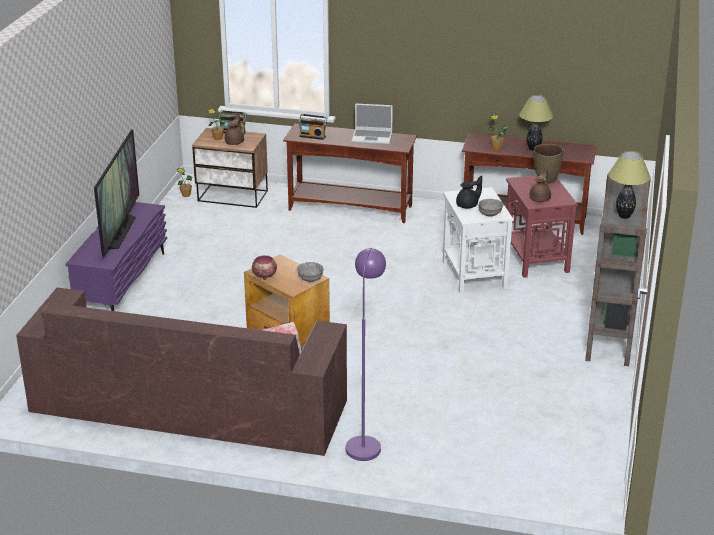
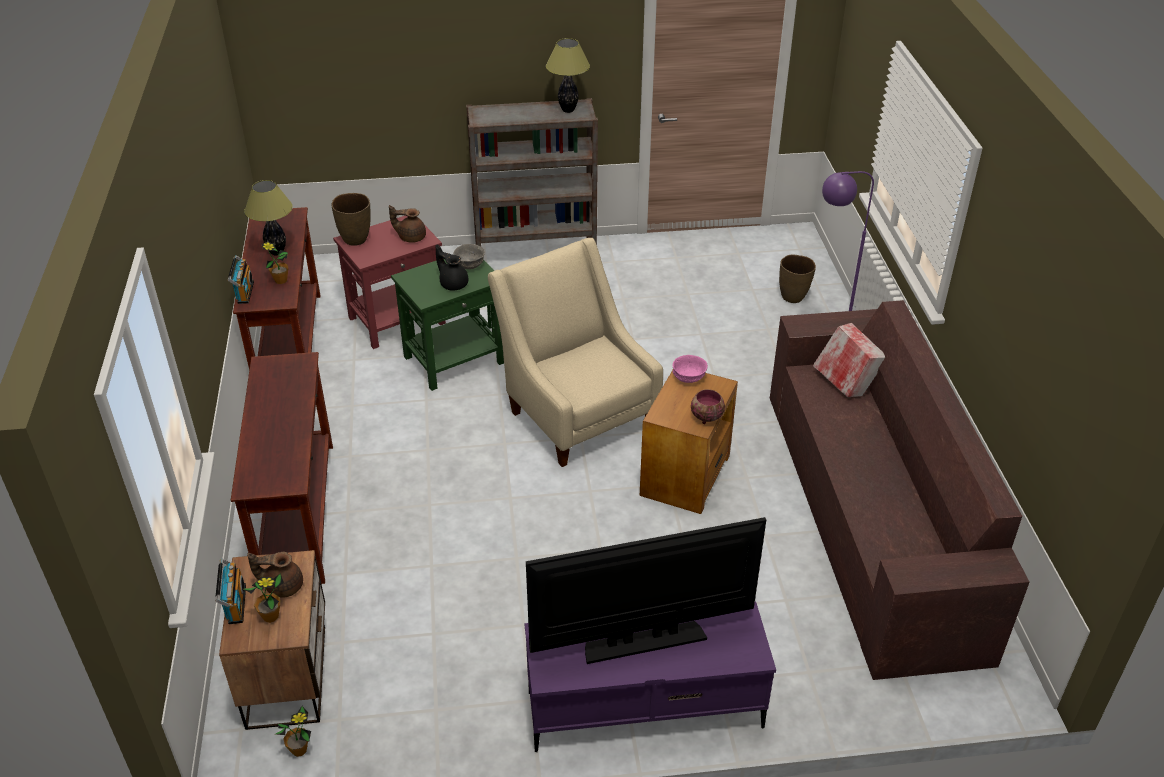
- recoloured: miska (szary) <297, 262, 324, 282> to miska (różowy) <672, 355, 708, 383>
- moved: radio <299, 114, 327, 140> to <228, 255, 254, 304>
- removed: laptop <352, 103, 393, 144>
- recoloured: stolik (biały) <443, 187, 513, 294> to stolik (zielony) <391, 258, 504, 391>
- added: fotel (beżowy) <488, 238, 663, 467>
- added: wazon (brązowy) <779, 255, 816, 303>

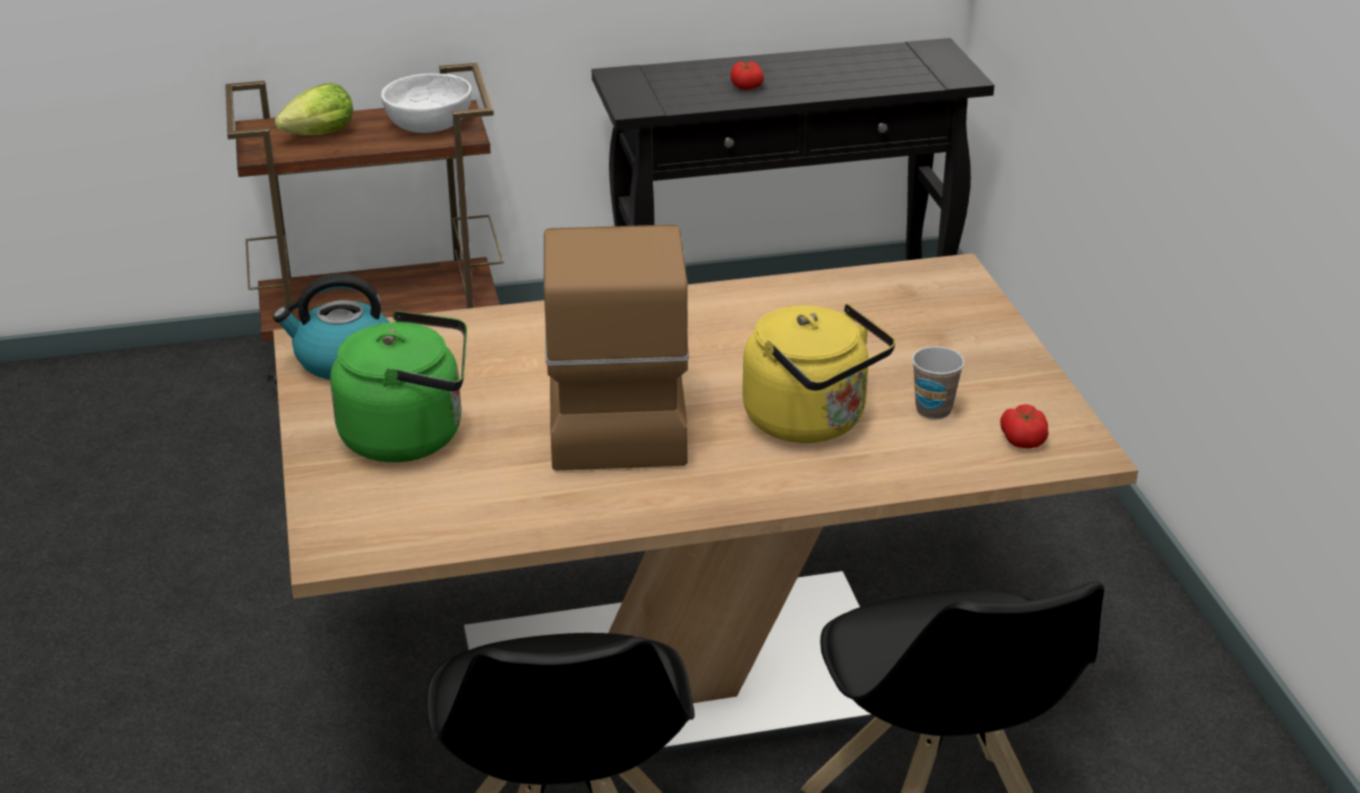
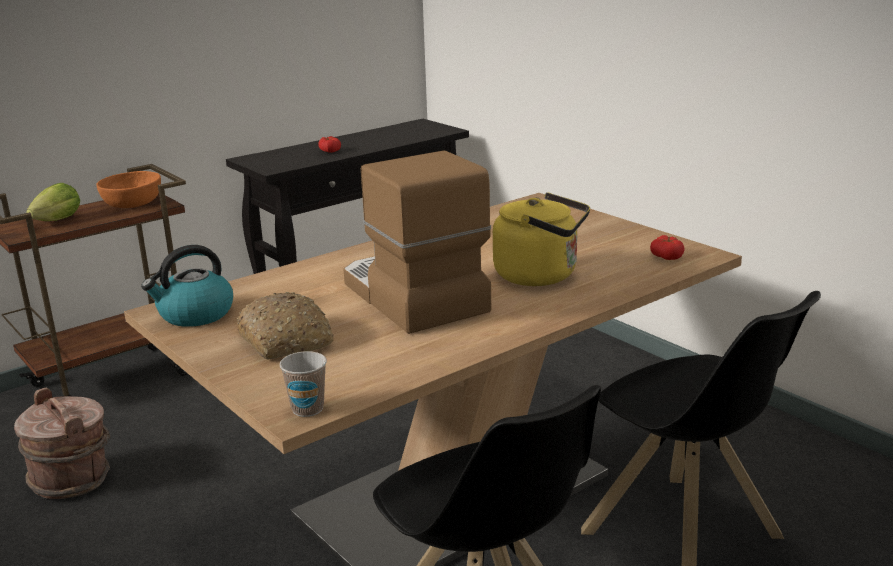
- replaced: czajnik (zielony) <330, 310, 467, 462> to chleb <237, 292, 333, 360>
- recoloured: miska (biały) <381, 73, 472, 133> to miska (pomarańczowy) <96, 171, 161, 208>
- moved: filiżanka <912, 347, 964, 419> to <280, 351, 327, 417>
- added: wiadro (brązowy) <14, 387, 110, 499>

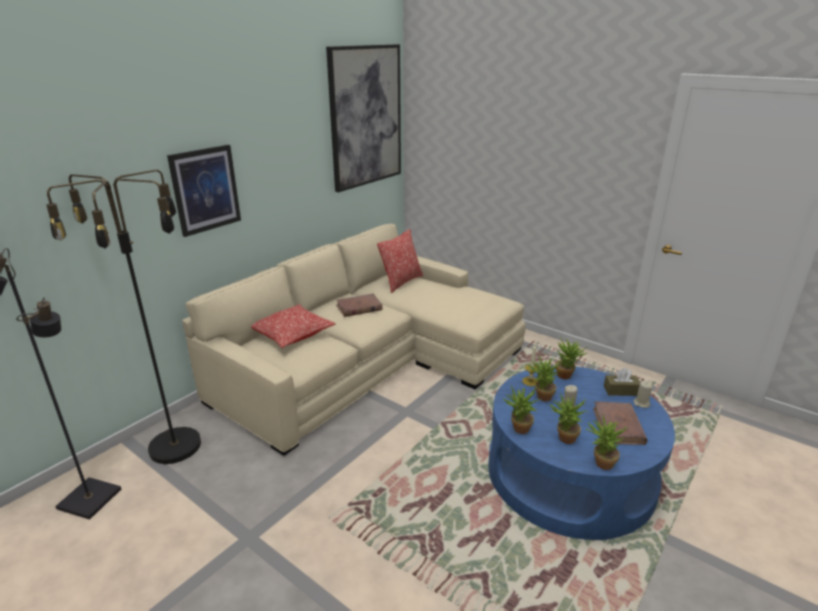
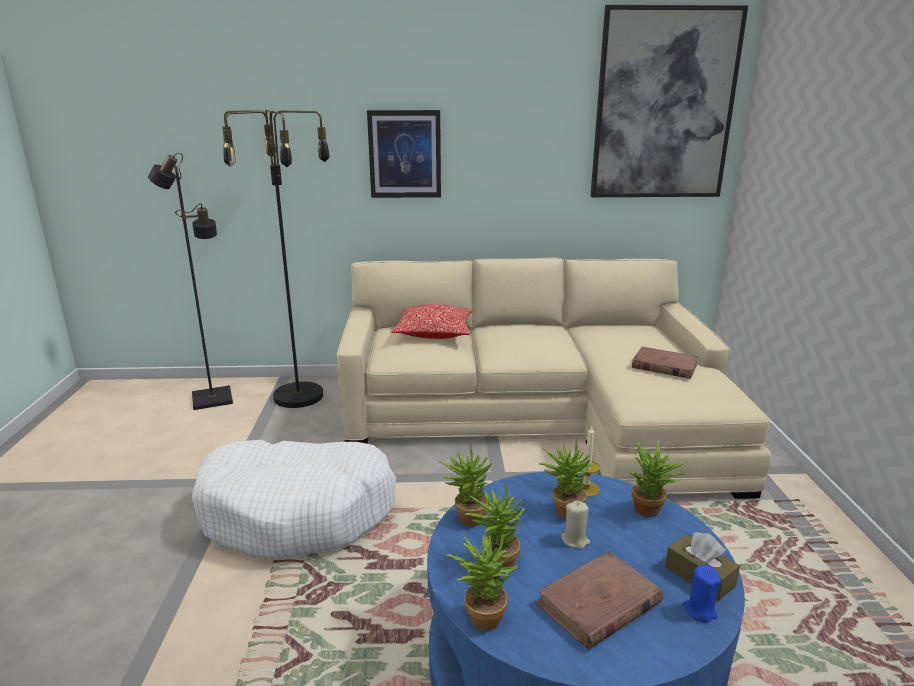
- moved: książka (brązowy) <336, 294, 383, 317> to <632, 347, 698, 379>
- removed: poduszka <377, 229, 423, 293>
- recoloured: świeca (beżowy) <634, 381, 652, 408> to świeca (niebieski) <682, 565, 721, 622>
- added: legowisko (biały) <192, 440, 396, 558>

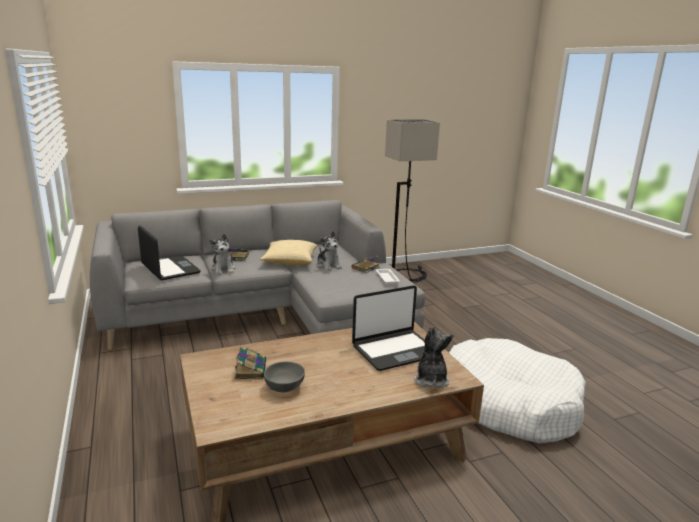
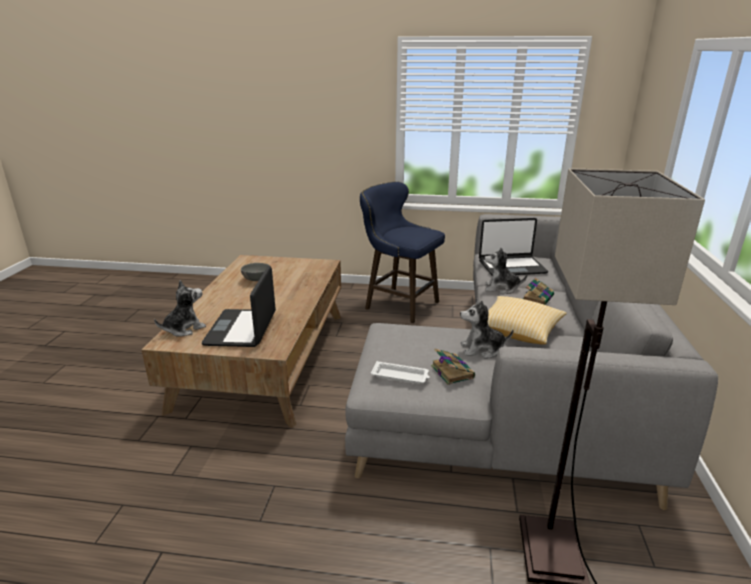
- removed: książka <234, 346, 266, 379>
- turned: pluszak <413, 326, 454, 388> = <154, 280, 206, 337> 75 degrees counterclockwise
- removed: legowisko (biały) <449, 338, 586, 444>
- added: stołek (niebieski) <360, 182, 445, 323>

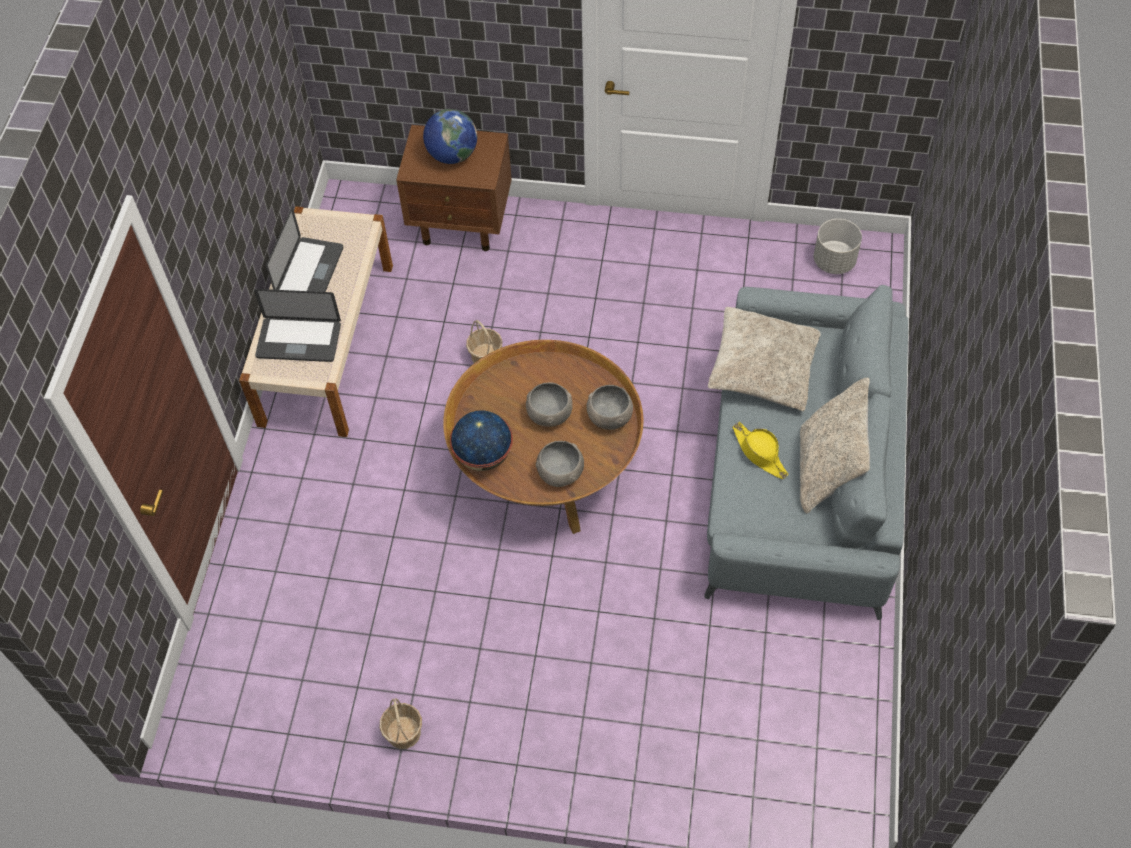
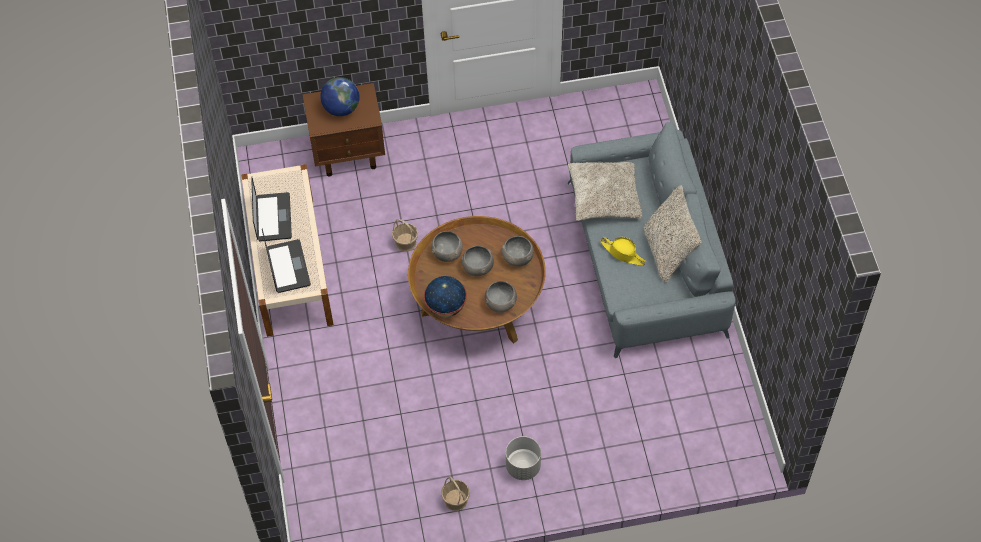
- turned: laptop <254, 289, 341, 362> = <262, 229, 311, 293> 90 degrees counterclockwise
- moved: donica (szary) <814, 219, 862, 274> to <506, 436, 541, 480>
- added: miska (szary) <431, 231, 463, 262>

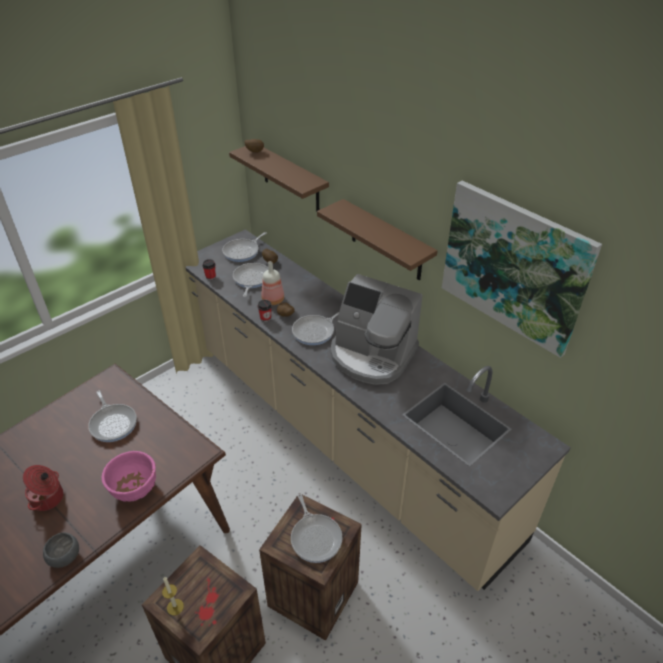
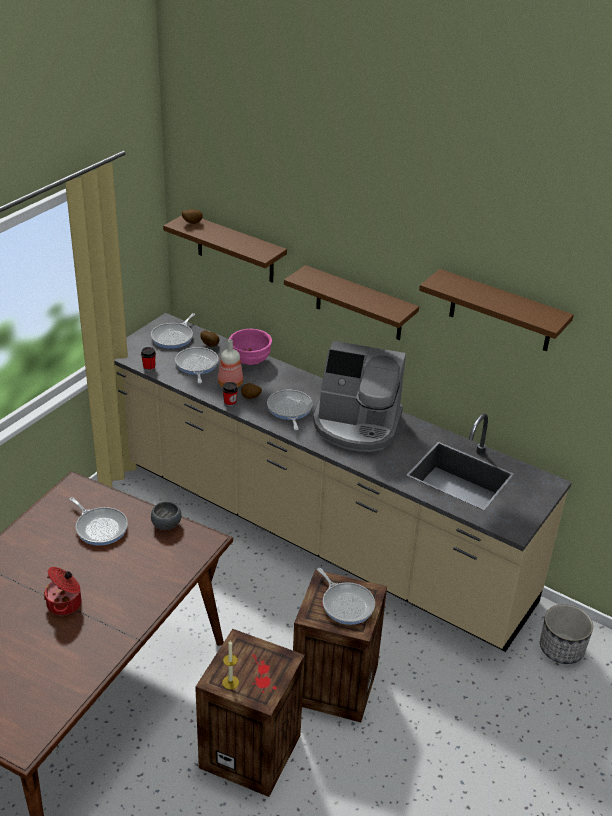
- moved: miska (szary) <43, 533, 79, 568> to <151, 502, 182, 530>
- moved: miska (różowy) <102, 451, 156, 502> to <229, 329, 272, 365>
- turned: patelnia <292, 312, 339, 345> = <267, 390, 313, 430> 135 degrees clockwise
- replaced: obraz <442, 180, 602, 358> to półka (brązowy) <419, 269, 574, 351>
- added: donica <540, 604, 593, 664>

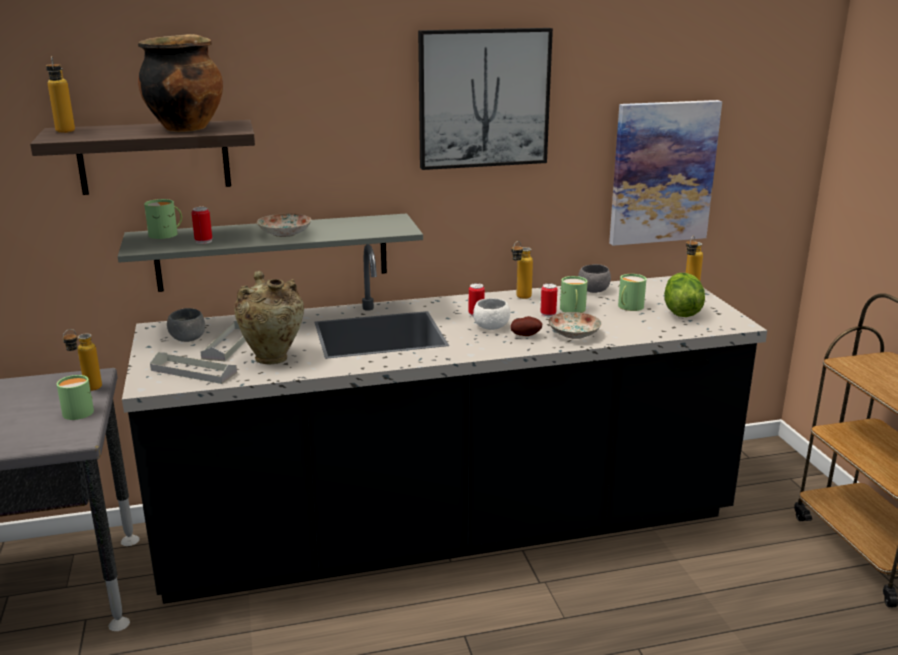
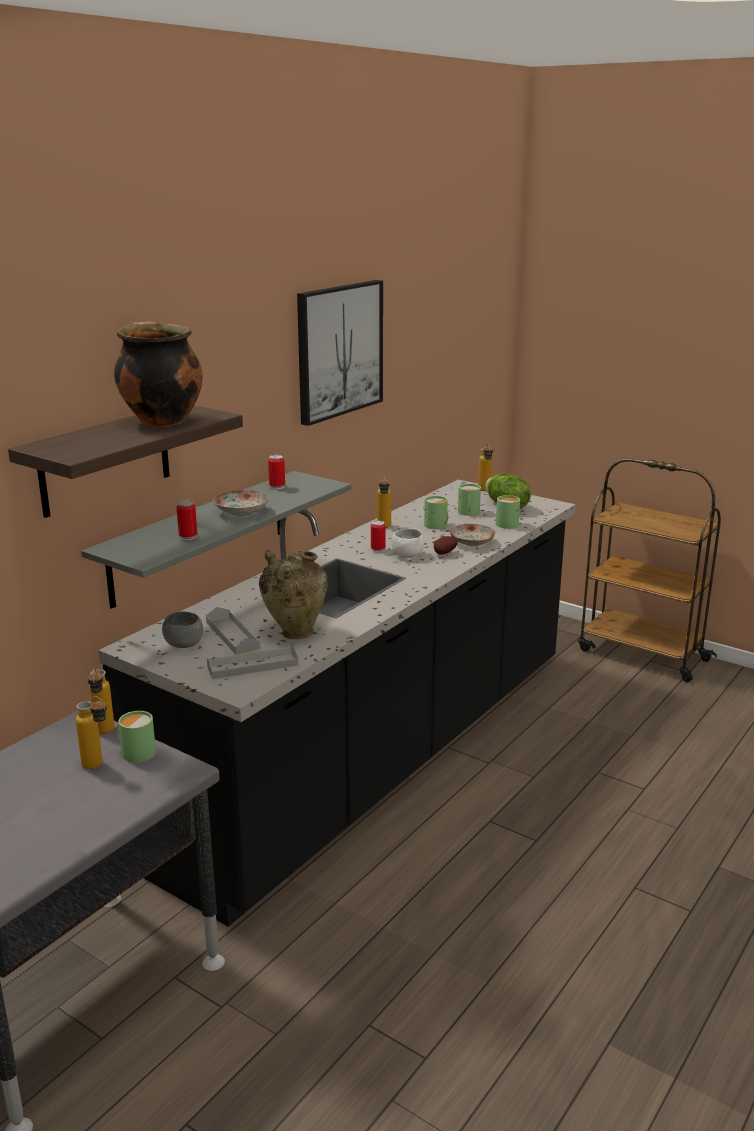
- moved: butelka <46, 56, 75, 133> to <76, 696, 107, 769>
- moved: kubek (zielony) <144, 199, 182, 239> to <496, 495, 520, 529>
- moved: puszka <540, 283, 557, 317> to <268, 455, 285, 489>
- removed: miska (szary) <578, 264, 611, 293>
- removed: obraz <609, 100, 722, 246>

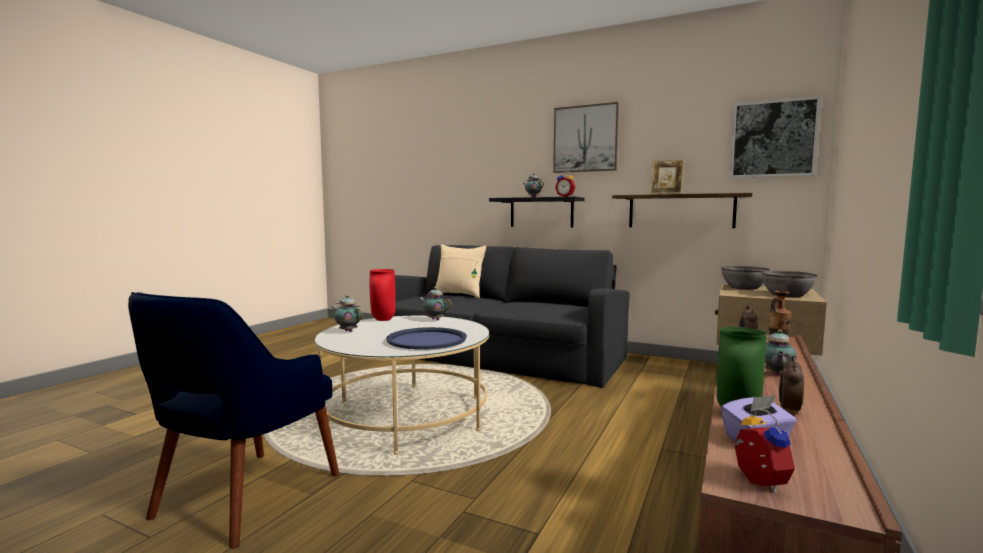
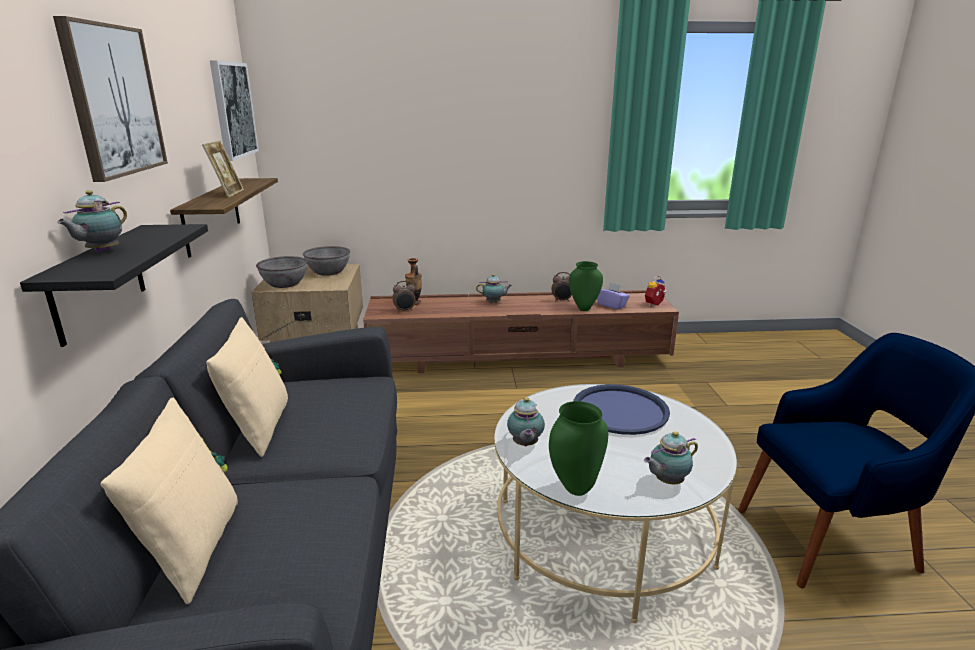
- turned: imbryk <332, 295, 363, 332> = <644, 431, 698, 484> 60 degrees clockwise
- recoloured: wazon (czerwony) <369, 269, 395, 321> to wazon (zielony) <549, 401, 608, 496>
- removed: budzik <555, 171, 576, 197>
- added: poduszka (beżowy) <206, 317, 288, 457>

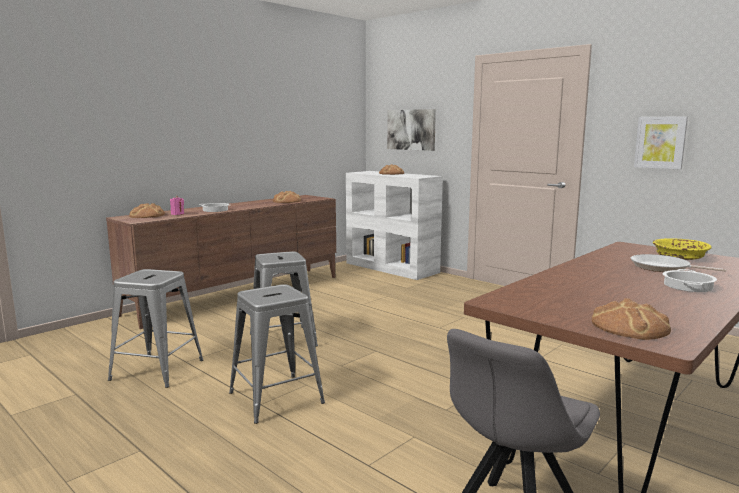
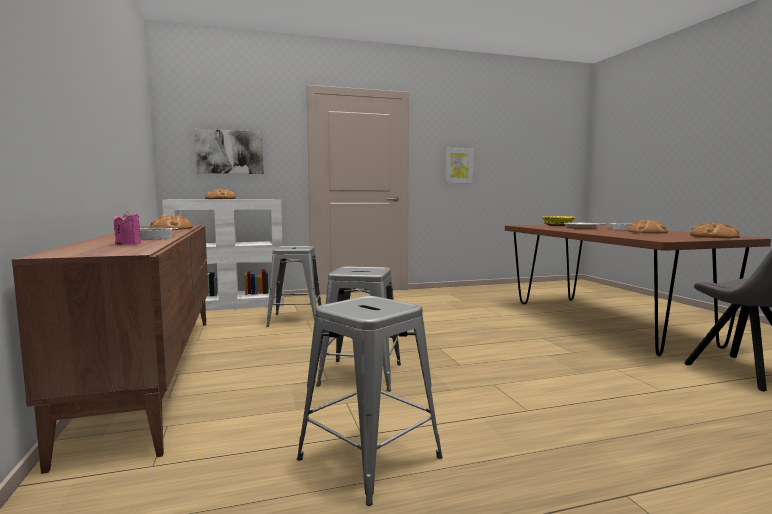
- moved: chleb <129, 203, 165, 218> to <628, 219, 668, 234>
- moved: stołek (szary) <229, 284, 325, 424> to <266, 246, 321, 327>

